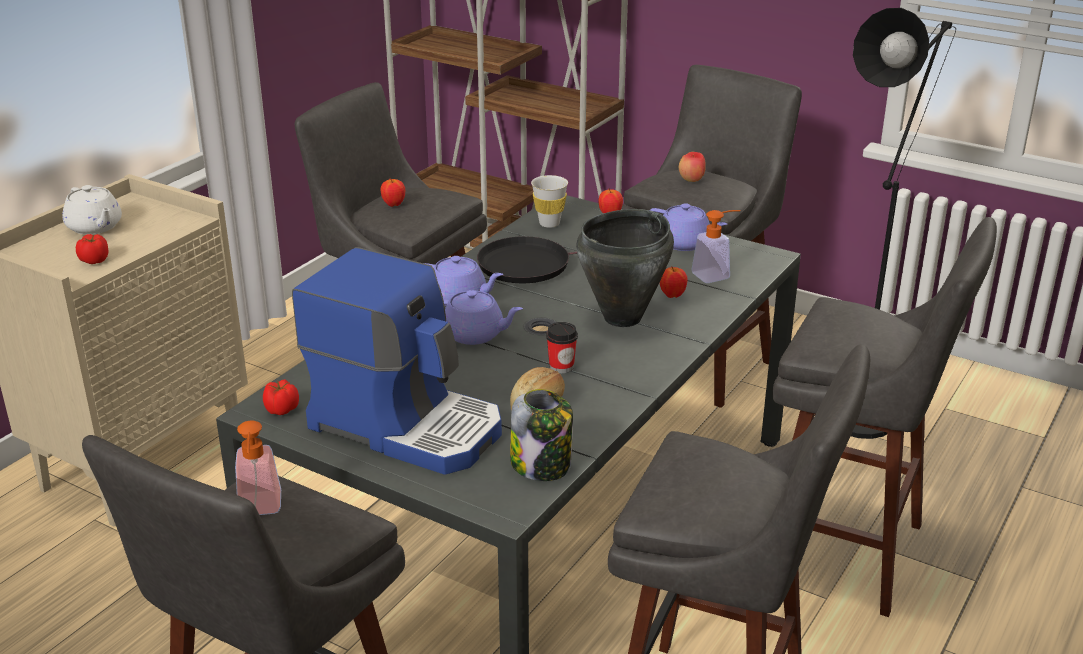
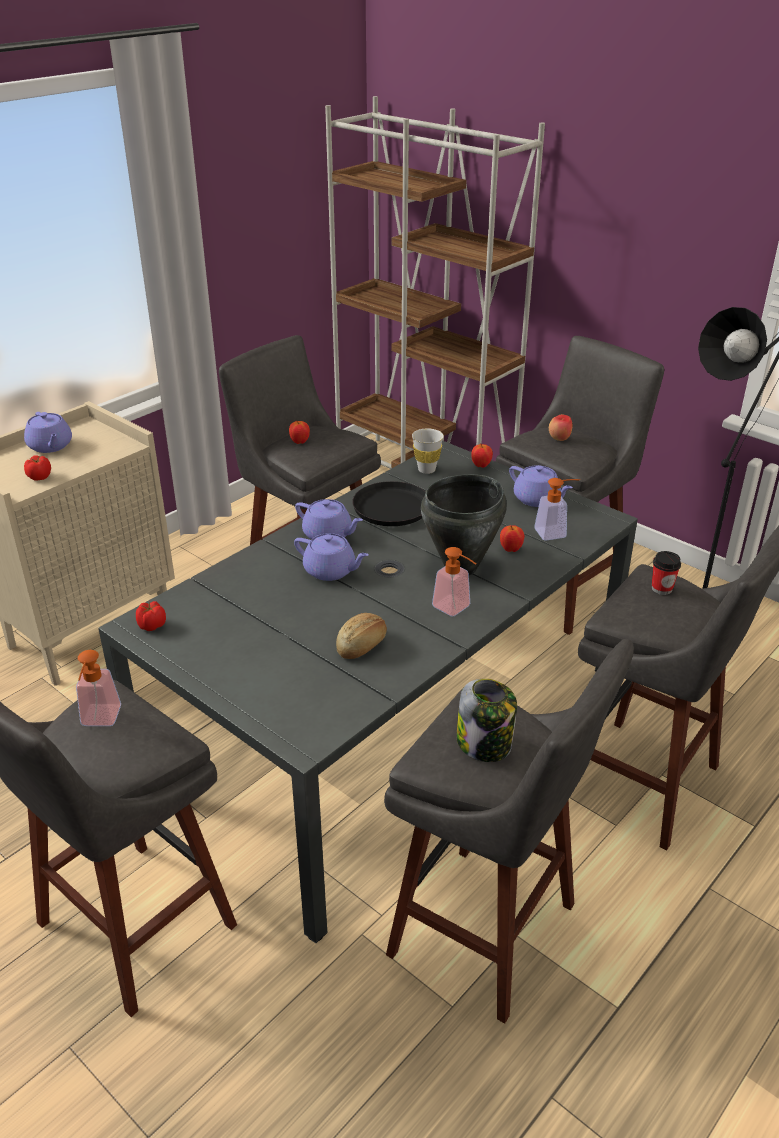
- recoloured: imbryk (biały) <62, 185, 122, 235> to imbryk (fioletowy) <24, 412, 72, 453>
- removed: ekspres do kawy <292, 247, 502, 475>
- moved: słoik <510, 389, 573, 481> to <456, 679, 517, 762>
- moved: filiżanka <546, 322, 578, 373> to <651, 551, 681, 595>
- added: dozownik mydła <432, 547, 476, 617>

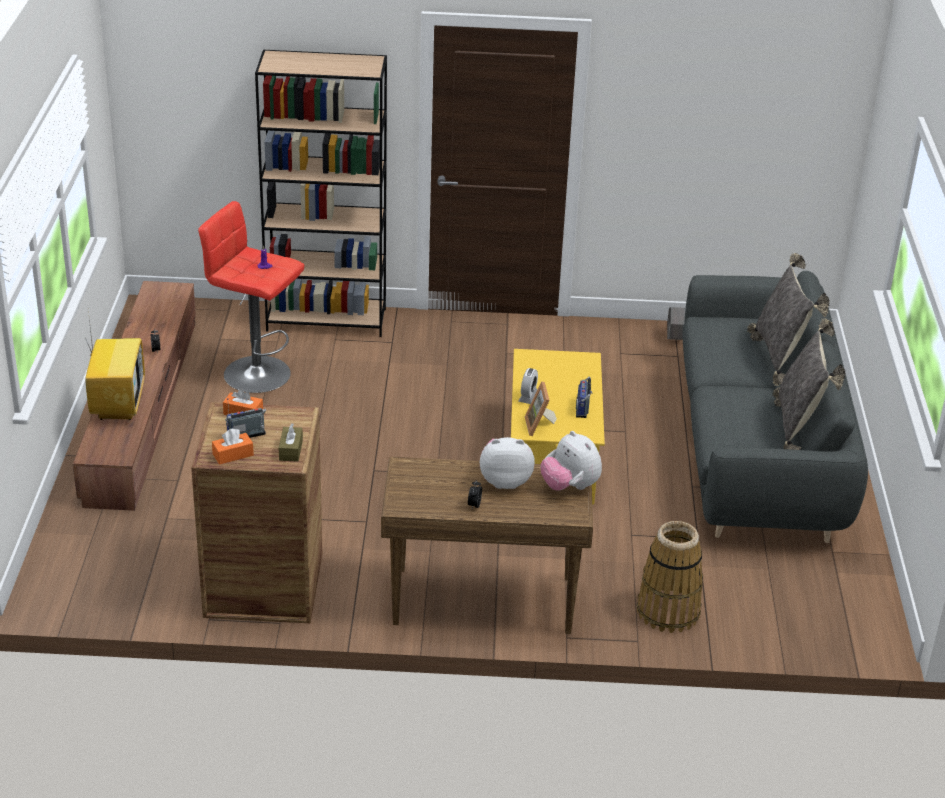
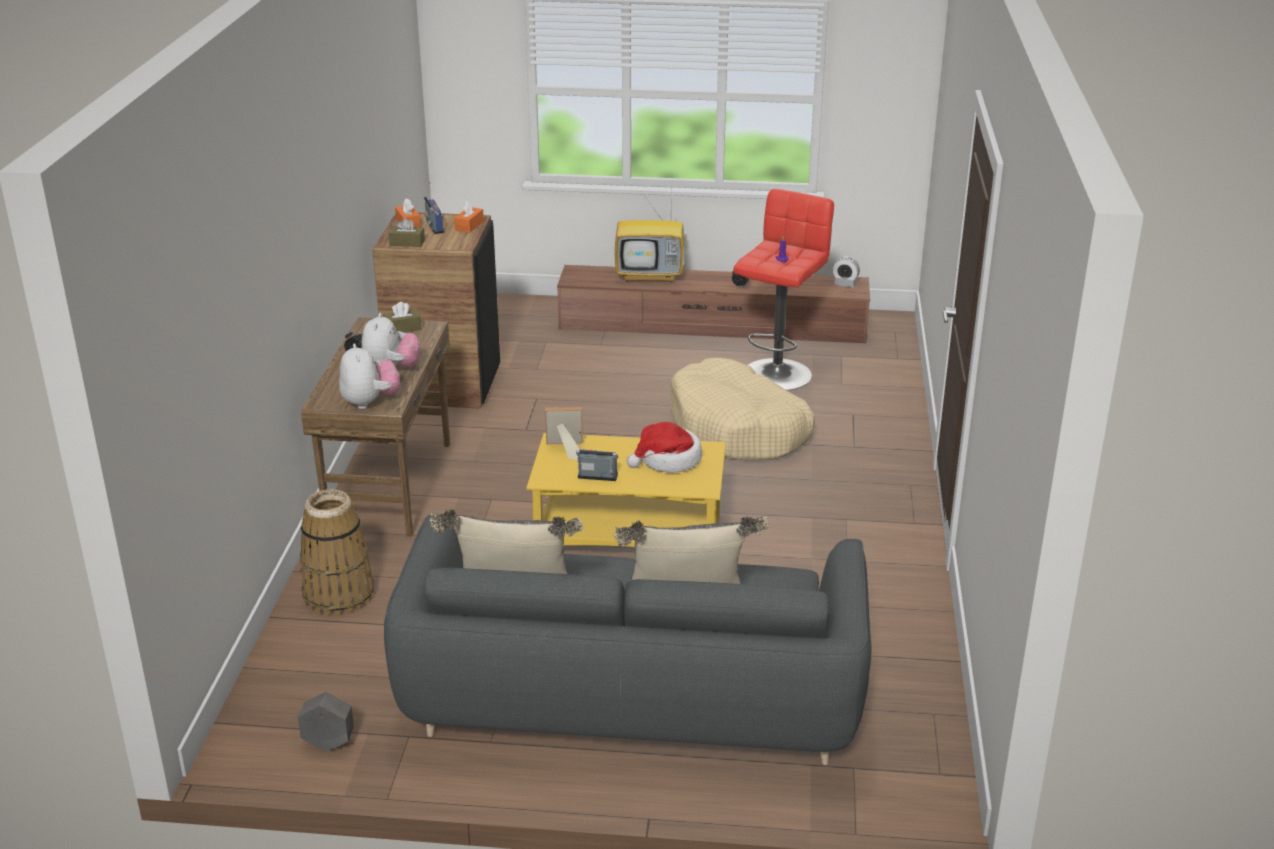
- removed: regał (beżowy) <255, 50, 387, 337>
- moved: budzik <519, 368, 538, 404> to <832, 256, 860, 288>
- turned: pluszak <540, 431, 602, 491> = <339, 343, 400, 409> 105 degrees clockwise
- moved: donica (szary) <667, 307, 685, 340> to <298, 692, 354, 752>
- added: pudełko chusteczek (brązowy) <383, 301, 422, 332>
- added: kapelusz <627, 422, 702, 473>
- added: legowisko (beżowy) <670, 358, 815, 460>

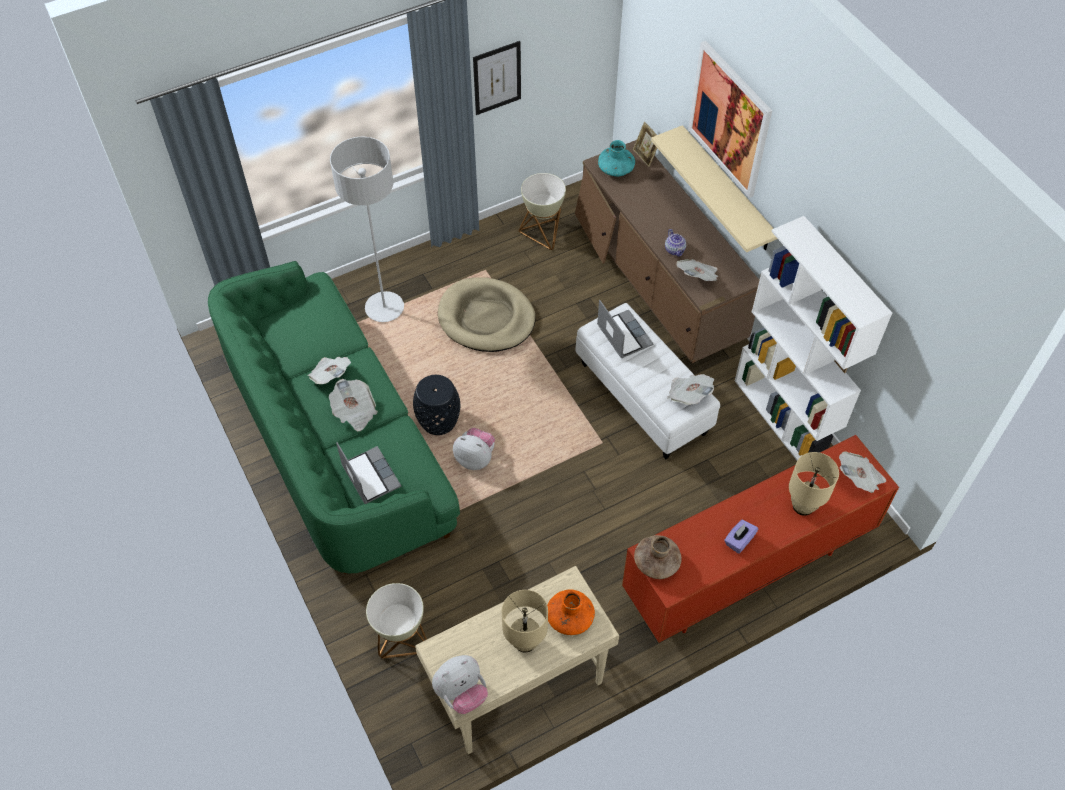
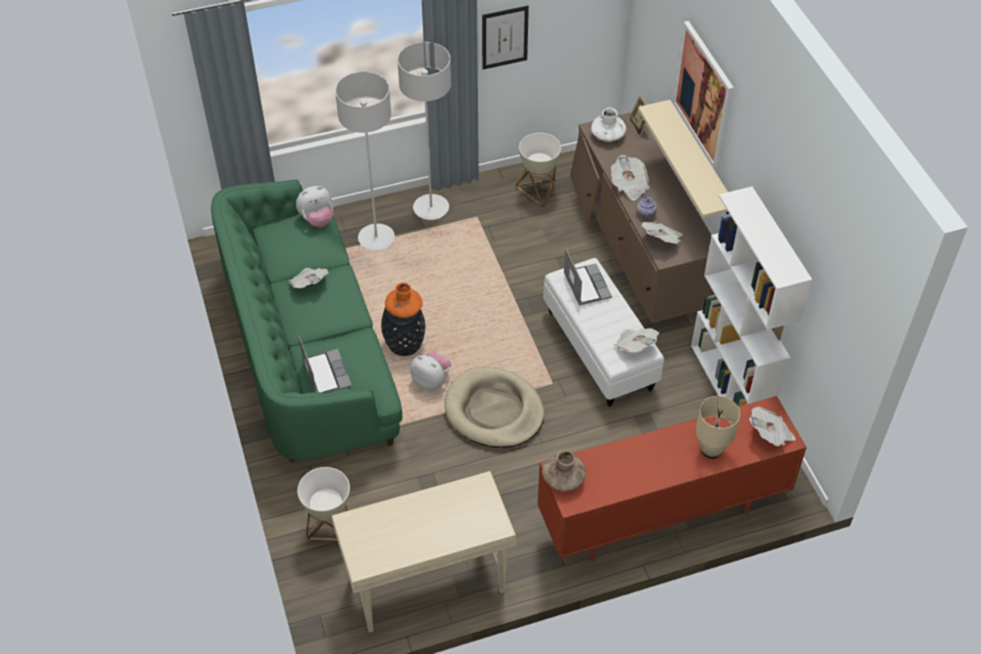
- moved: gazeta <329, 379, 378, 431> to <611, 155, 650, 201>
- moved: pluszak <432, 655, 488, 714> to <296, 186, 333, 227>
- moved: legowisko (beżowy) <438, 277, 535, 352> to <444, 367, 544, 448>
- removed: lampa stołowa (beżowy) <502, 590, 548, 652>
- moved: wazon (pomarańczowy) <547, 589, 595, 635> to <385, 282, 423, 318>
- recoloured: wazon (turkusowy) <598, 140, 635, 177> to wazon (biały) <591, 108, 626, 142>
- removed: pudełko chusteczek (fioletowy) <724, 520, 758, 554>
- added: lampa stojąca (szary) <397, 42, 451, 220>

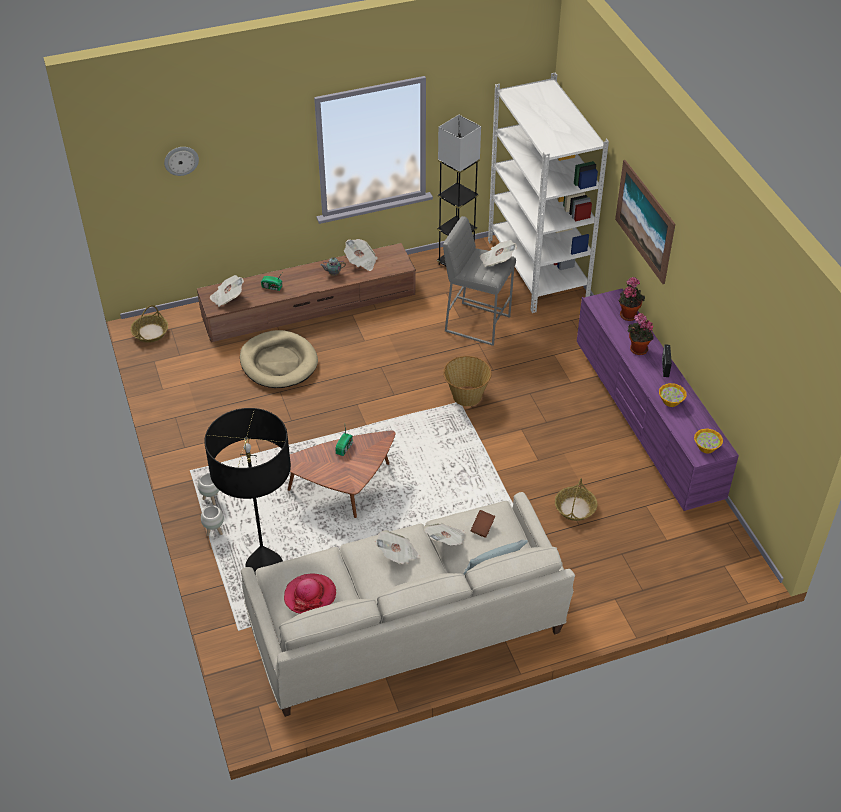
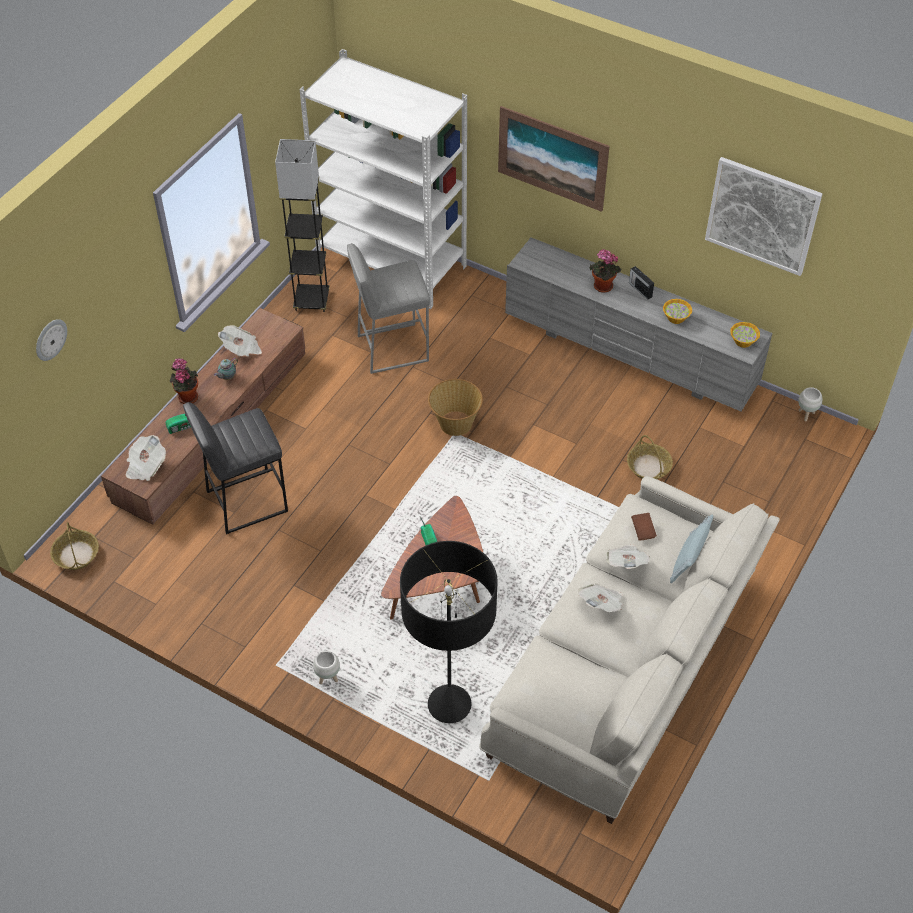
- moved: donica (biały) <201, 506, 224, 536> to <798, 387, 822, 421>
- replaced: legowisko (beżowy) <240, 330, 318, 388> to stołek (szary) <183, 402, 288, 534>
- removed: kapelusz <284, 573, 336, 614>
- removed: gazeta <480, 240, 517, 267>
- recoloured: szafka (fioletowy) <577, 289, 739, 511> to szafka (szary) <505, 237, 772, 411>
- moved: roślina doniczkowa <618, 277, 645, 321> to <170, 358, 198, 404>
- added: obraz <705, 157, 823, 276>

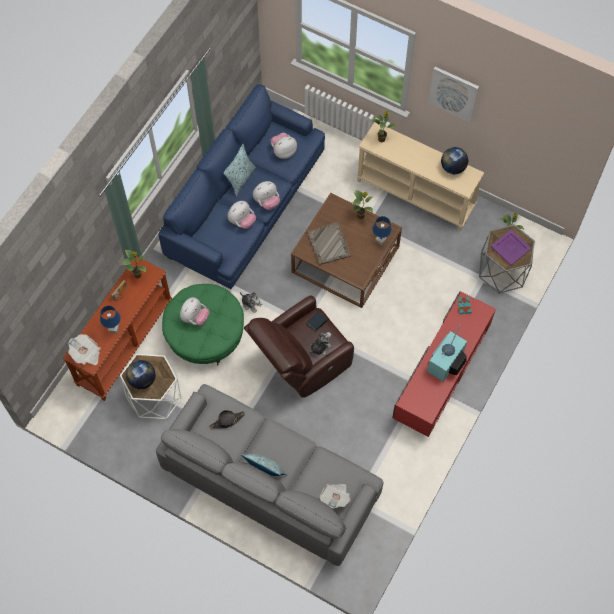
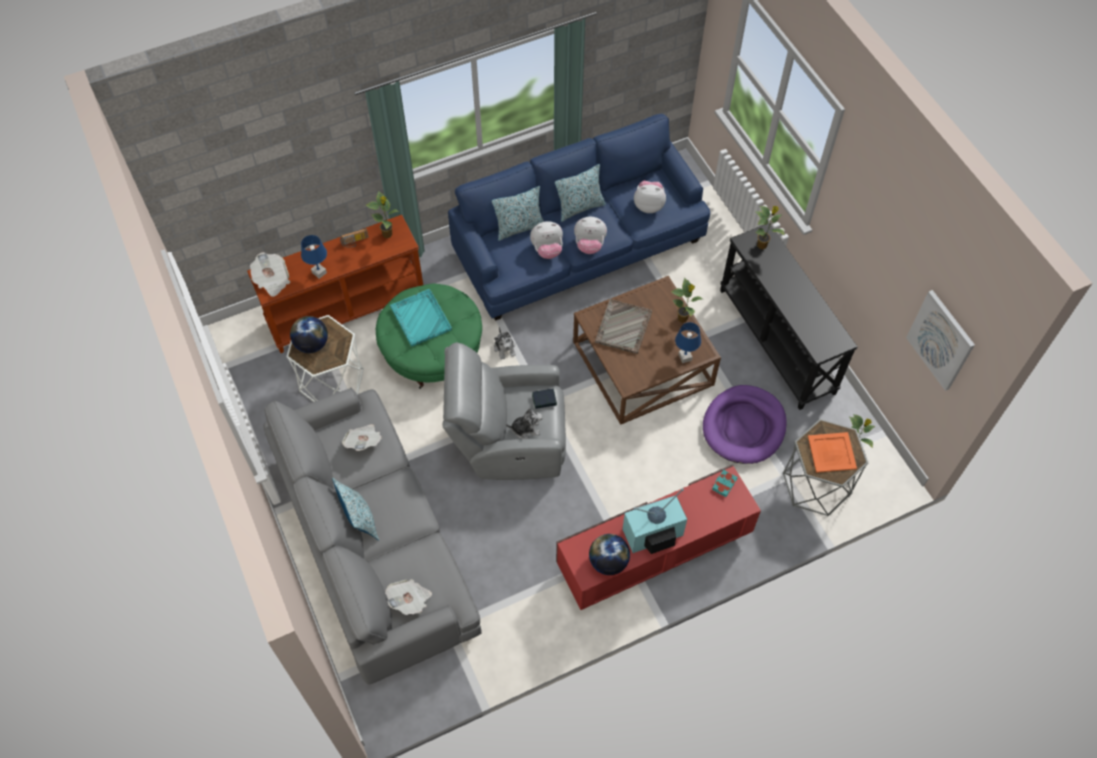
- replaced: pluszak <180, 297, 209, 325> to taca (turkusowy) <390, 289, 452, 346>
- replaced: kapelusz (czarny) <210, 410, 245, 429> to gazeta <342, 424, 382, 451>
- recoloured: fotel (brązowy) <244, 295, 354, 398> to fotel (szary) <443, 342, 566, 480>
- recoloured: stolik konsolowy (beżowy) <357, 122, 484, 231> to stolik konsolowy (czarny) <720, 223, 858, 410>
- moved: obraz <428, 67, 479, 123> to <906, 290, 975, 391>
- moved: globus <441, 147, 468, 174> to <589, 534, 630, 575>
- recoloured: taca (fioletowy) <491, 229, 532, 265> to taca (pomarańczowy) <808, 432, 857, 473>
- added: poduszka <492, 186, 544, 241>
- added: legowisko (fioletowy) <703, 385, 787, 464>

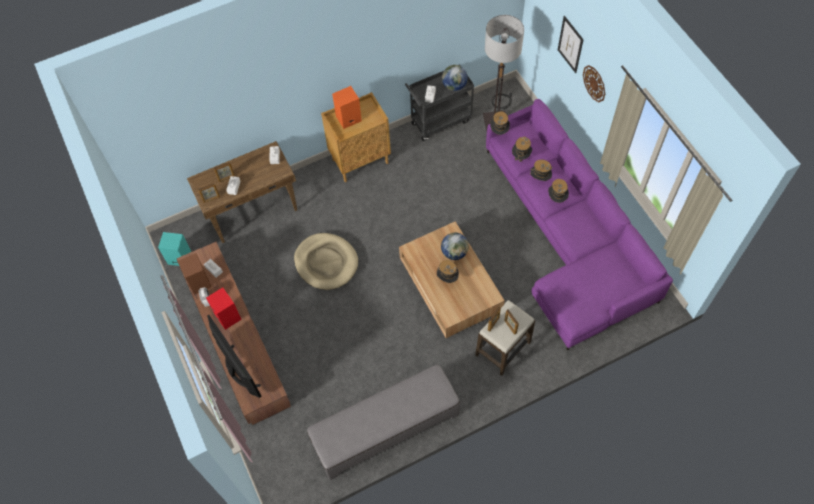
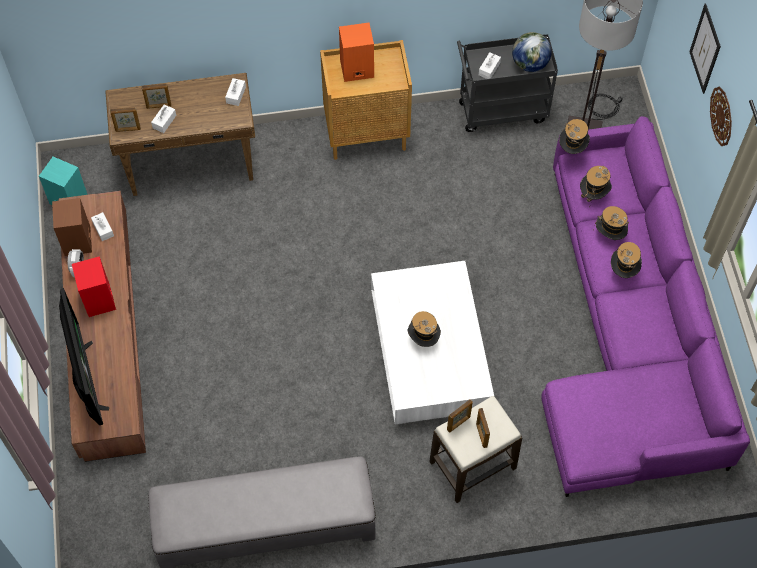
- removed: legowisko (beżowy) <294, 233, 358, 290>
- recoloured: ława (brązowy) <399, 221, 505, 338> to ława (biały) <371, 261, 494, 424>
- removed: globus <441, 233, 469, 260>

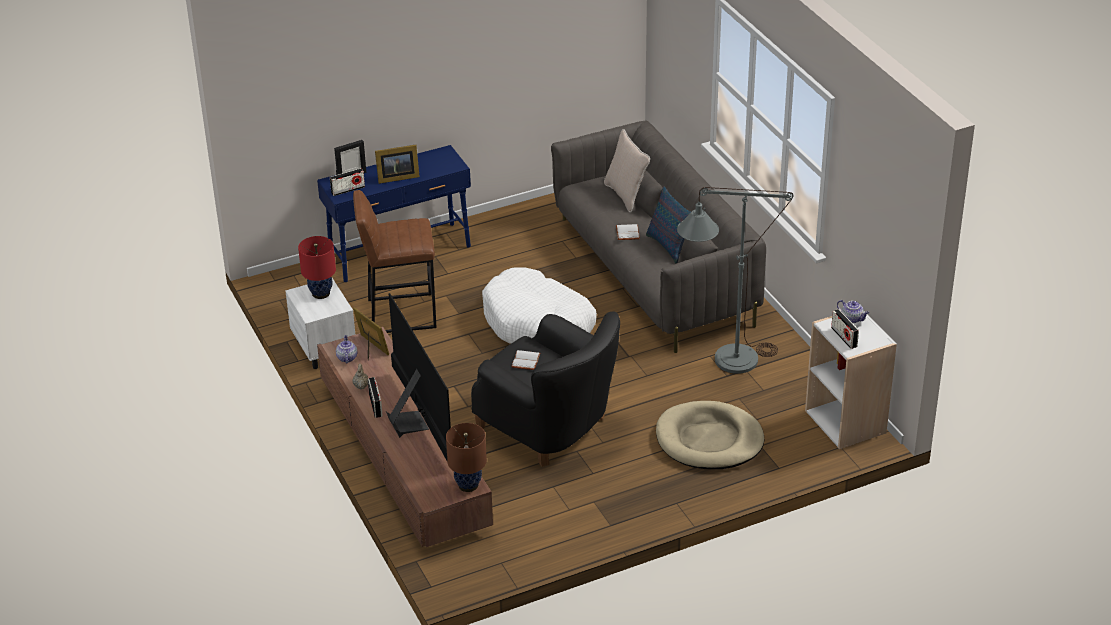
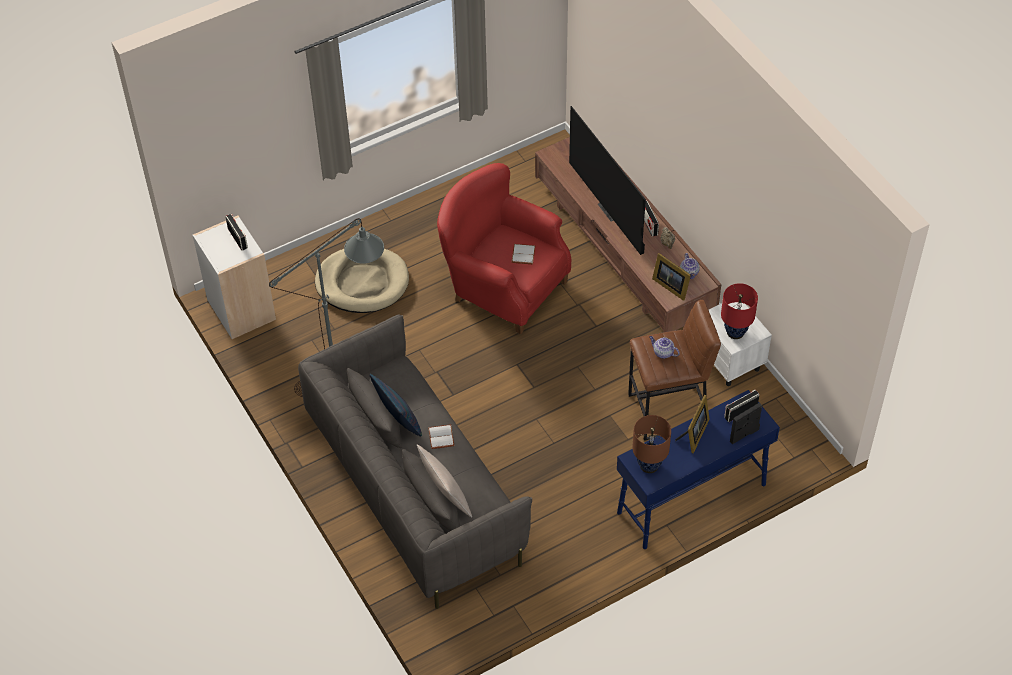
- turned: ramka na zdjęcie <375, 145, 420, 184> = <675, 395, 710, 453> 135 degrees clockwise
- moved: lampa stołowa (brązowy) <446, 423, 487, 492> to <632, 415, 671, 473>
- recoloured: fotel (czarny) <471, 312, 620, 467> to fotel (czerwony) <437, 163, 571, 334>
- removed: legowisko (biały) <482, 267, 597, 344>
- moved: imbryk <837, 300, 869, 323> to <649, 336, 680, 359>

